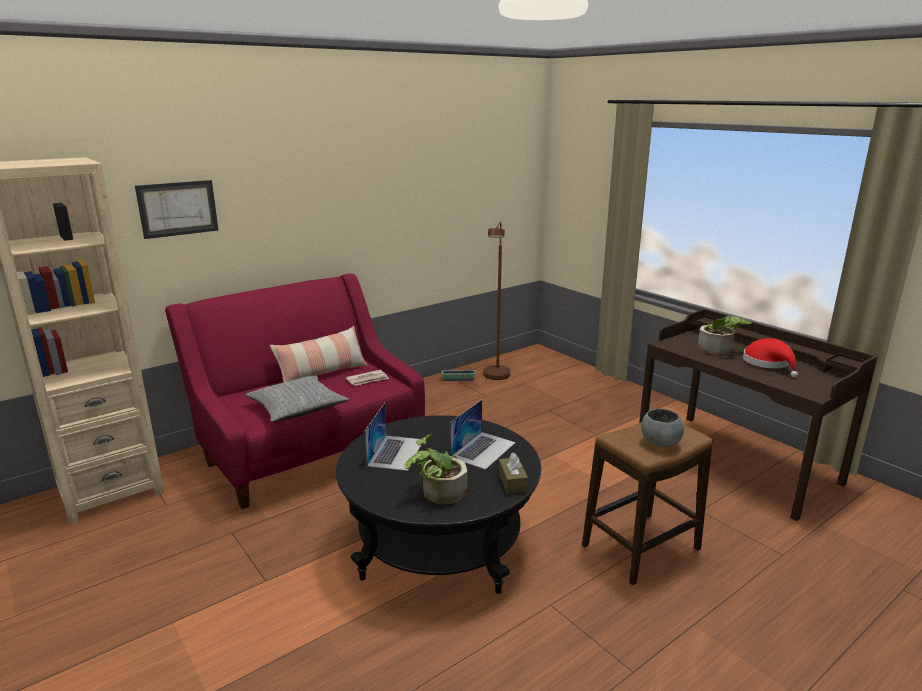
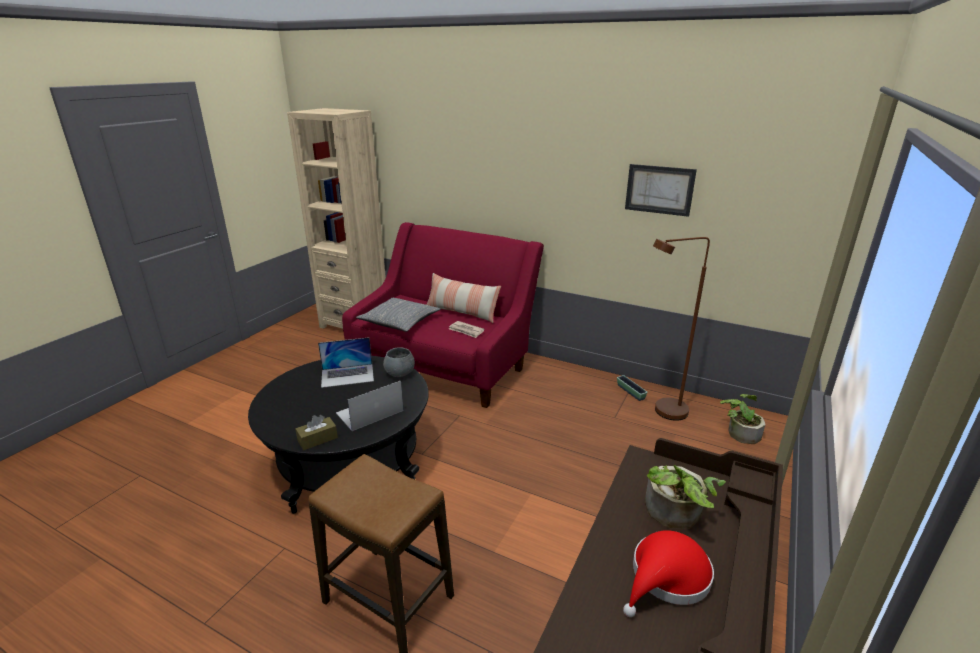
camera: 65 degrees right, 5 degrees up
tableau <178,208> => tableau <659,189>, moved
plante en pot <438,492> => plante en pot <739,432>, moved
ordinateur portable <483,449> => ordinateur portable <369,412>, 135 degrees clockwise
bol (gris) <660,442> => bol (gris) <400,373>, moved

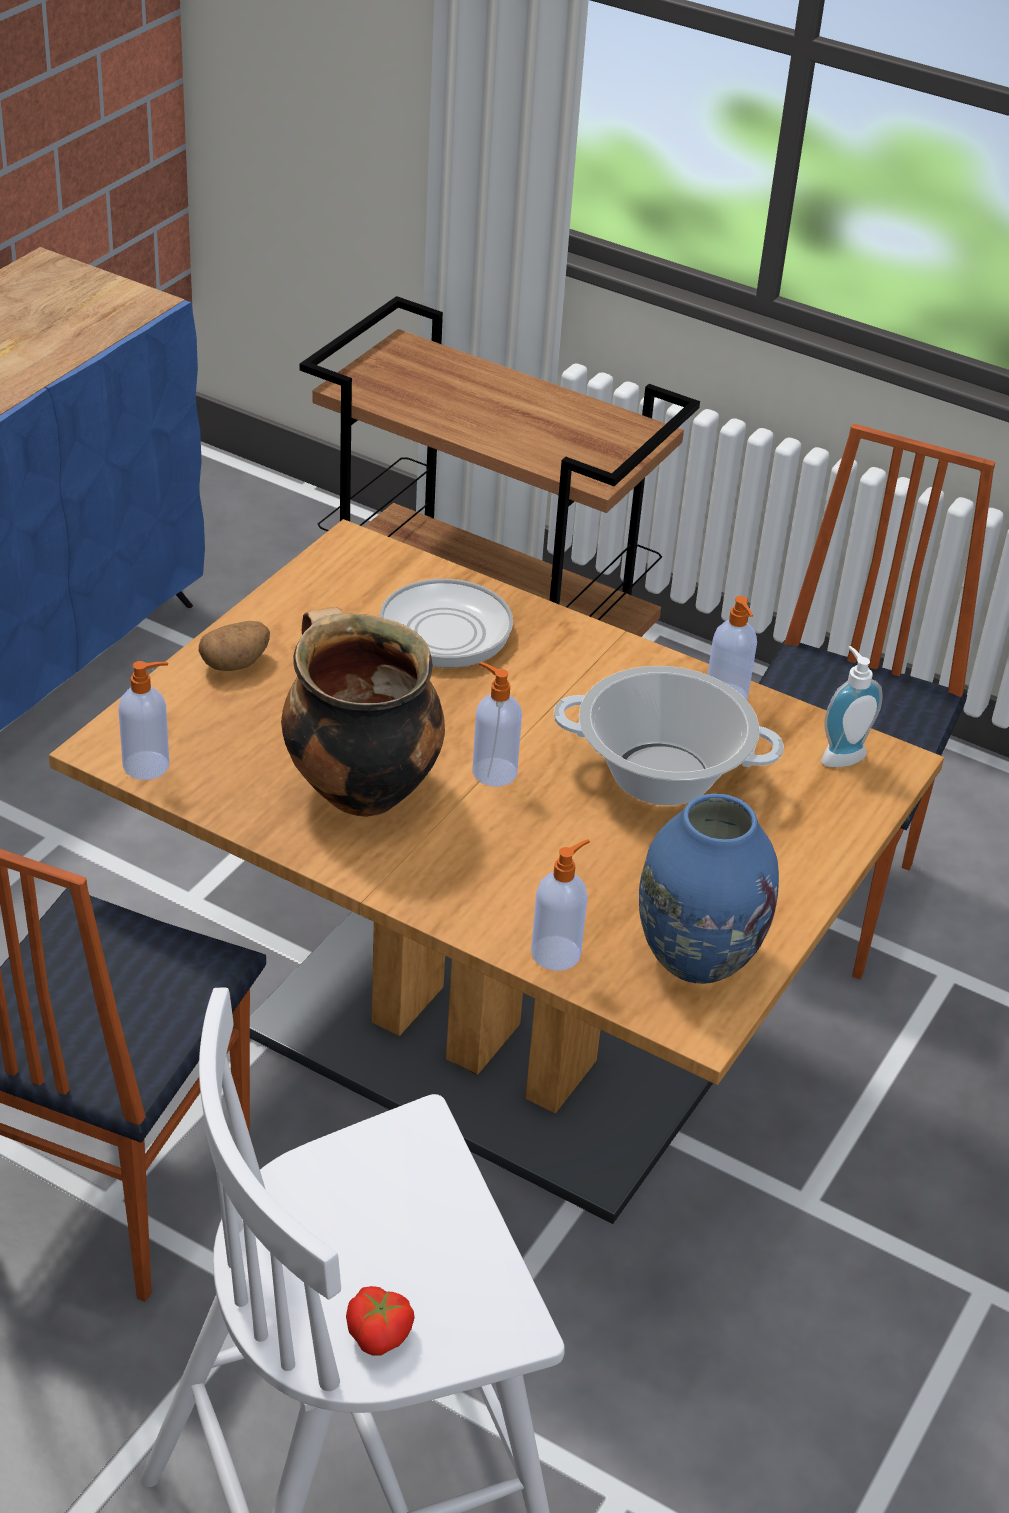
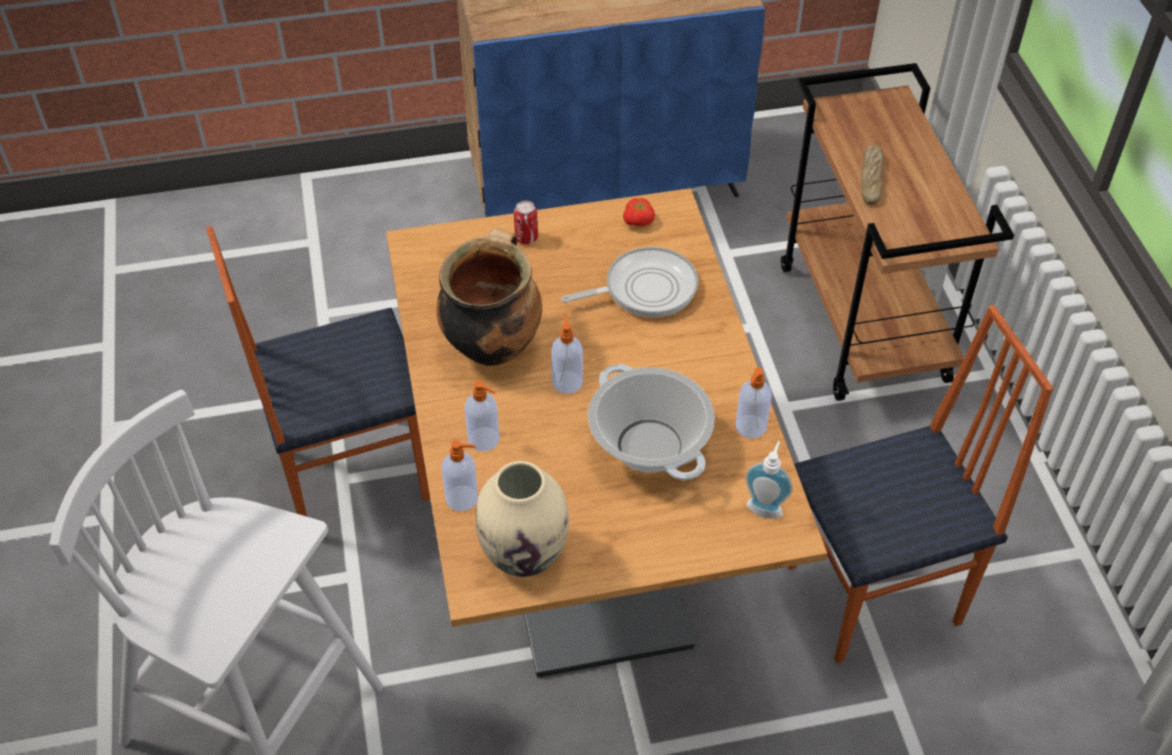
camera: 50 degrees right, 10 degrees up
distributeur de savon <148,765> => distributeur de savon <484,440>, moved
pomme de terre <235,663> => boîte métallique <526,238>
tomate <380,1333> => tomate <639,221>, moved
vase (bleu) <696,956> => vase (beige) <524,554>
nothing => pain <871,179>

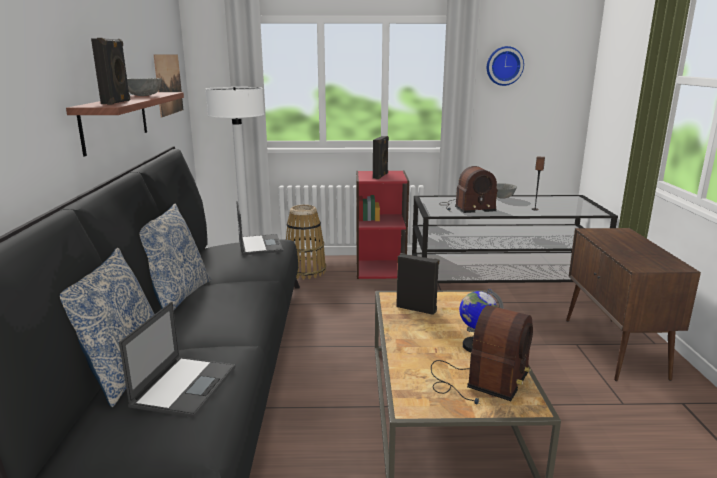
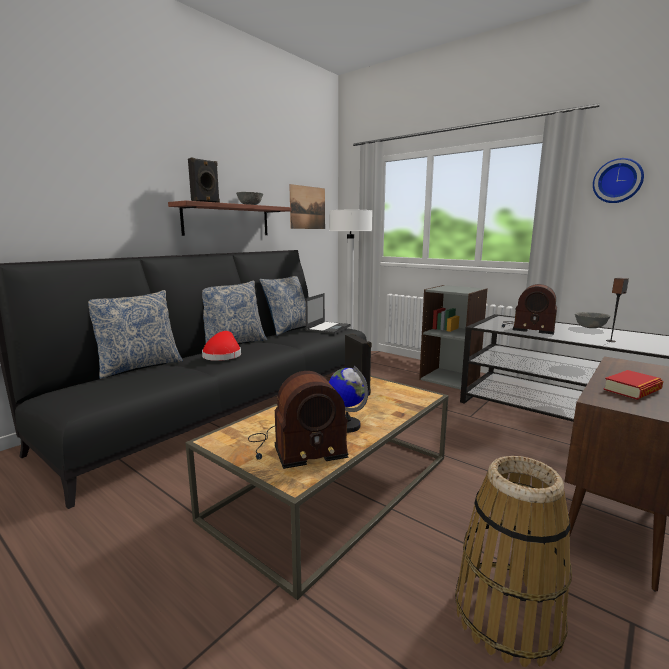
camera: 40 degrees right, 5 degrees down
ordinateur portable <185,385> => nothing
panier <305,271> => panier <507,616>, moved
bibliothèque (rouge) <380,269> => bibliothèque (gris) <450,378>
enceinte (noir) <381,176> => nothing
nothing => chapeau (rouge) <223,355>
nothing => coussin <288,329>
nothing => livre <632,390>

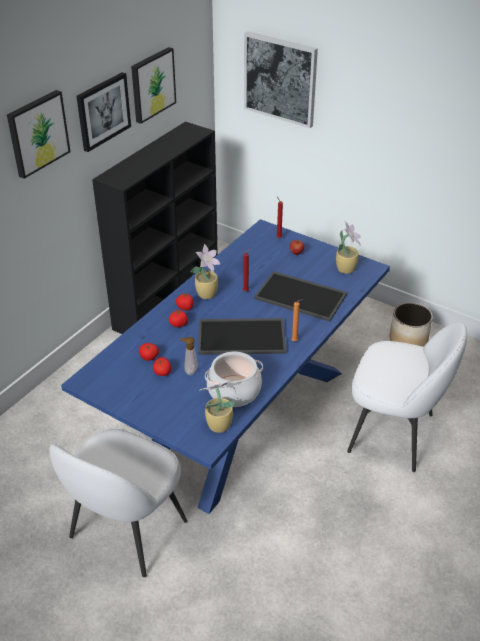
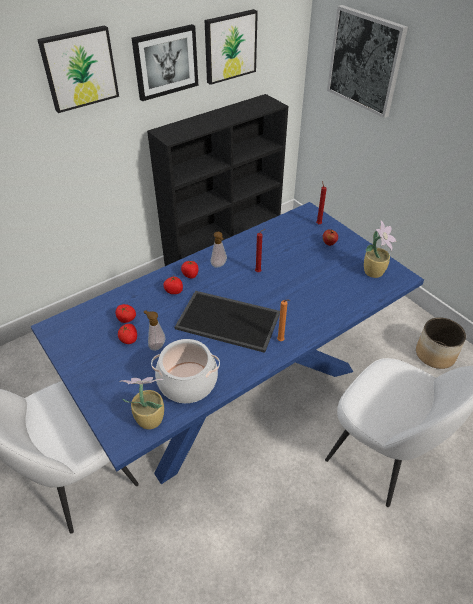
camera: 20 degrees right, 5 degrees up
plante en pot <207,294> => distributeur de savon <219,265>
plateau <302,296> => nothing

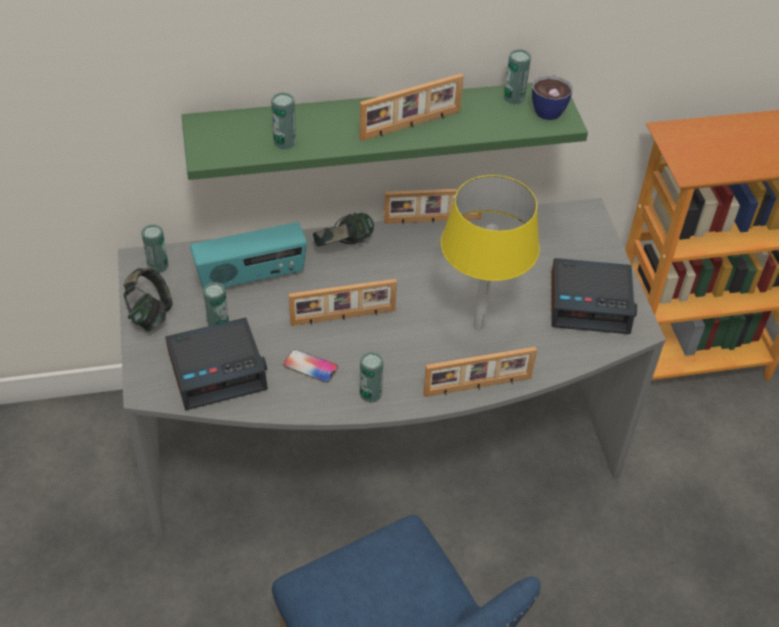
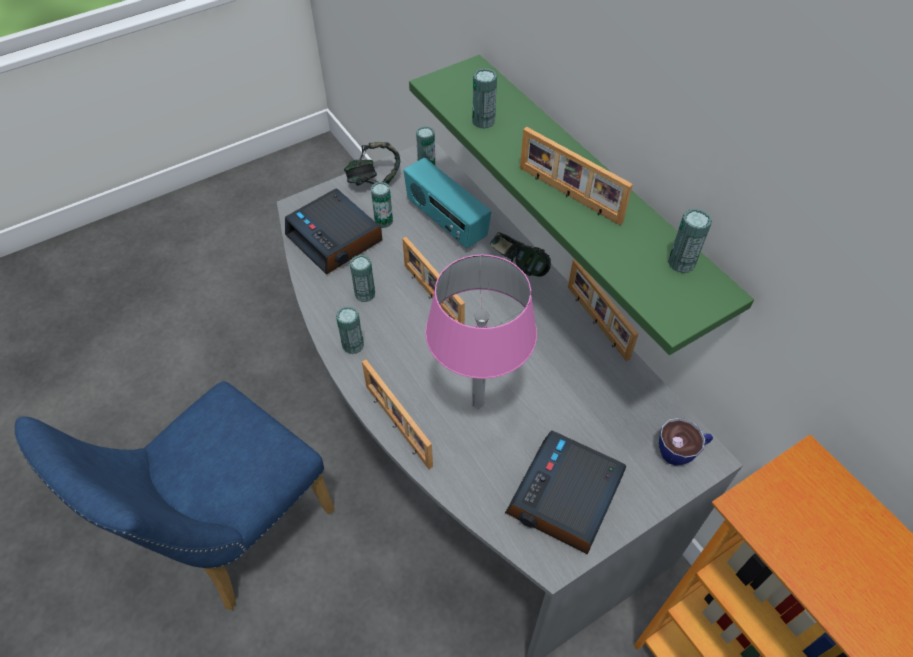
camera: 70 degrees right, 5 degrees up
téléphone <310,367> => boîte métallique <365,294>
lampe de table (jaune) <479,324> => lampe de table (rose) <478,403>
tasse <548,108> => tasse <681,451>, moved
réveil <590,303> => réveil <565,498>, 45 degrees clockwise

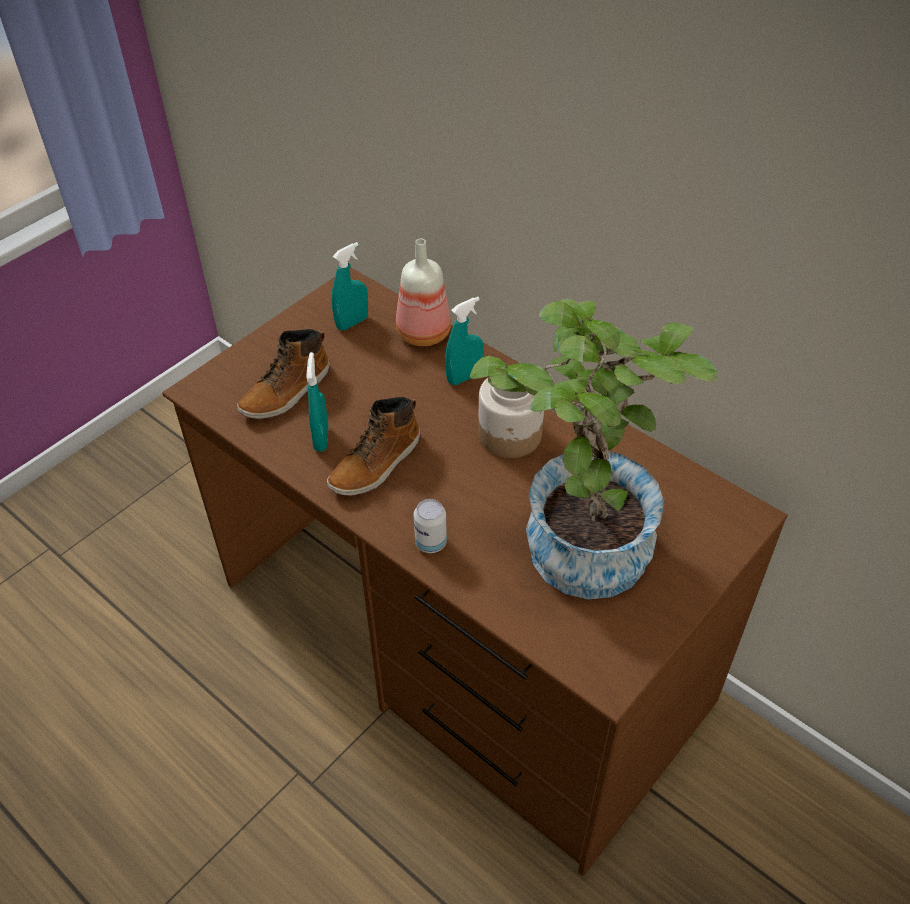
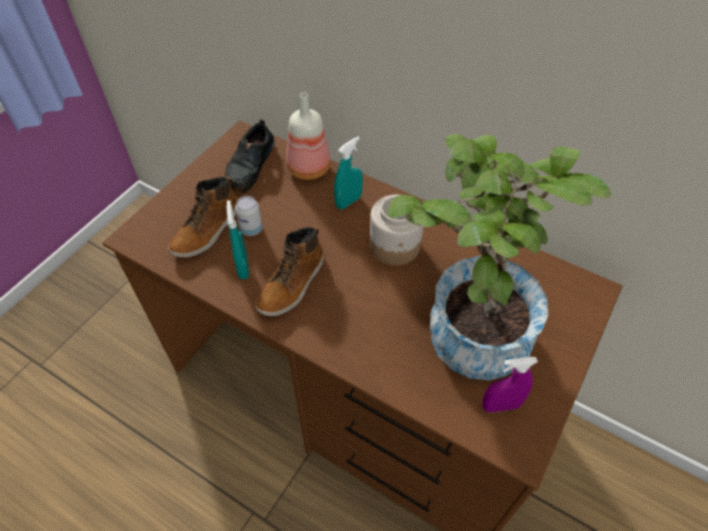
camera: 10 degrees left, 5 degrees up
vaporisateur (turquoise) <352,323> => chaussure (noir) <250,166>
boîte métallique <431,543> => boîte métallique <251,229>, moved
nothing => vaporisateur (violet) <500,406>

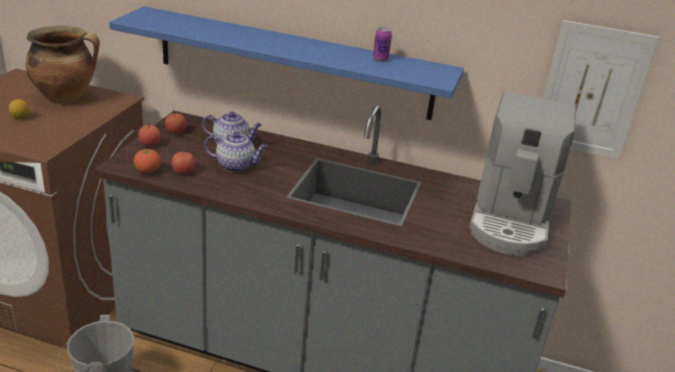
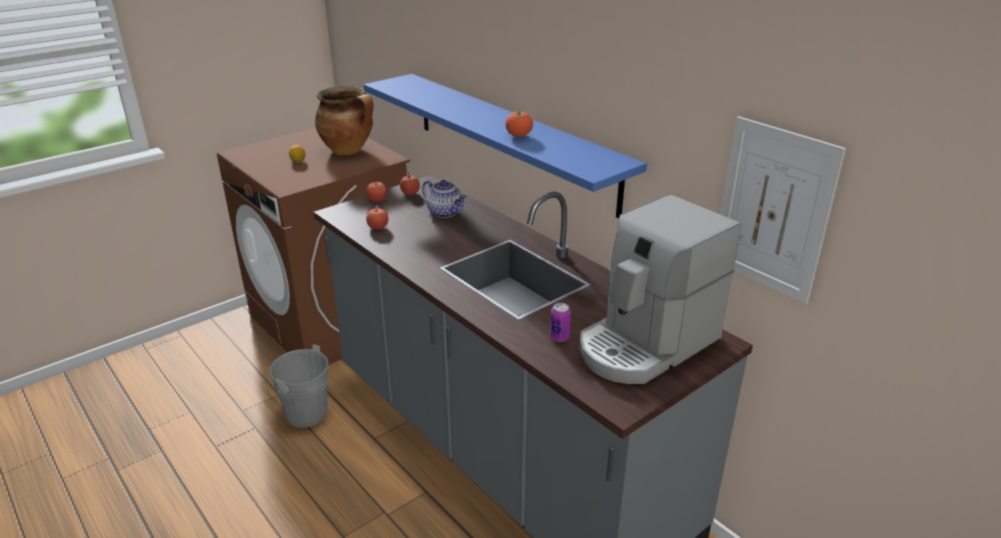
camera: 35 degrees right, 0 degrees up
tomate <147,171> => tomate <519,136>, moved
théière <236,166> => nothing
boîte métallique <380,59> => boîte métallique <559,337>, moved

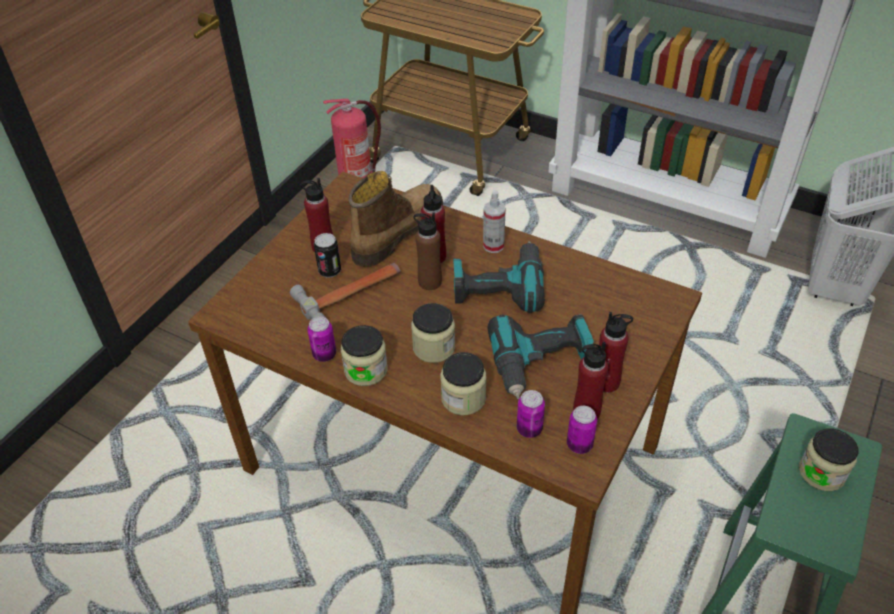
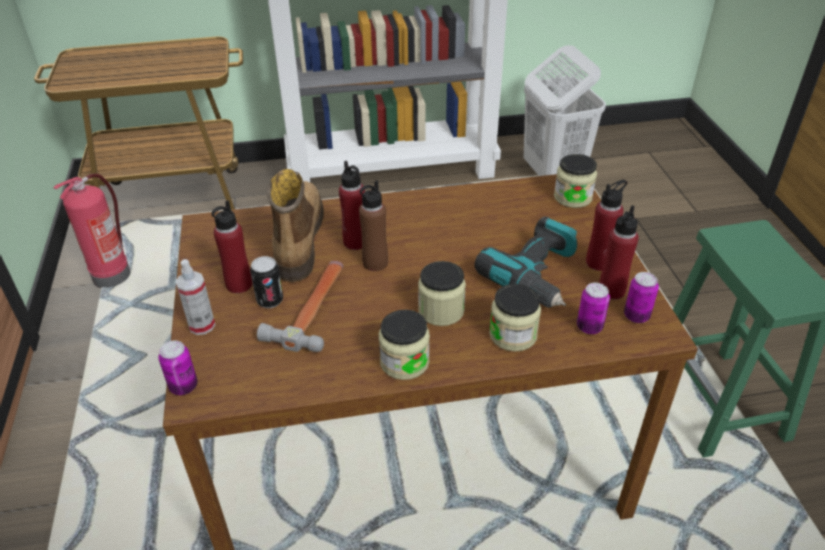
camera: 40 degrees left, 5 degrees down
boîte métallique <324,354> => boîte métallique <183,386>, moved
perceuse <498,285> => nothing
vaporisateur <493,246> => vaporisateur <202,325>, moved
bocal <821,472> => bocal <573,197>, moved

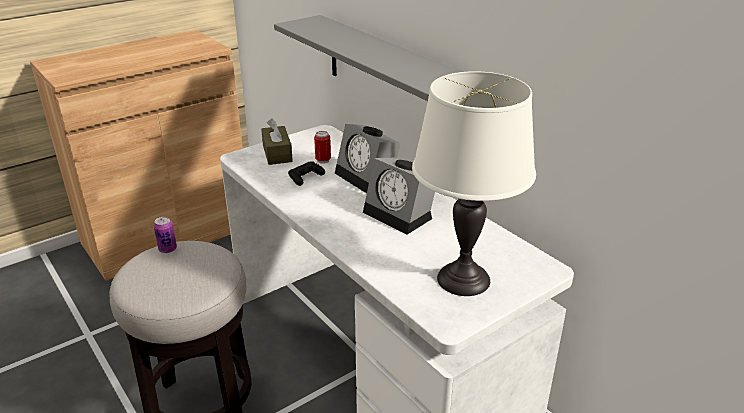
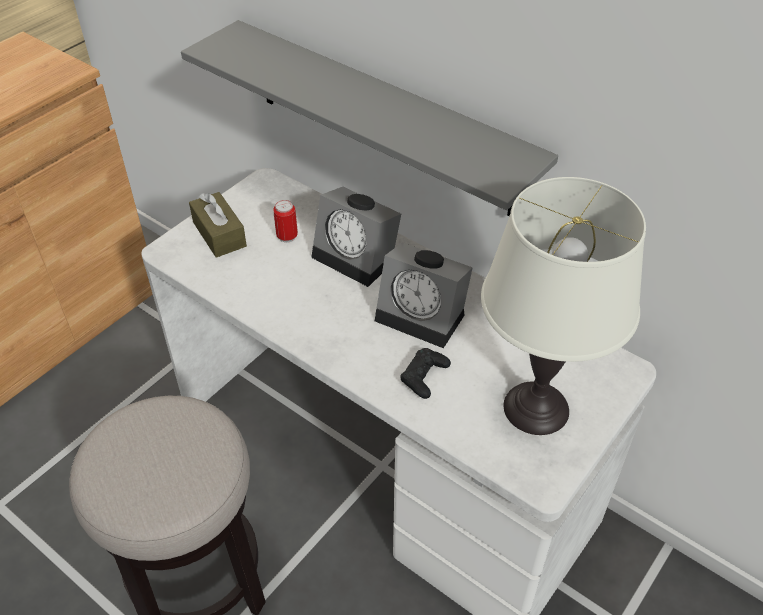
camera: 15 degrees left, 15 degrees up
boîte métallique <167,249> => nothing
manette (noir) <305,177> => manette (noir) <424,376>, moved

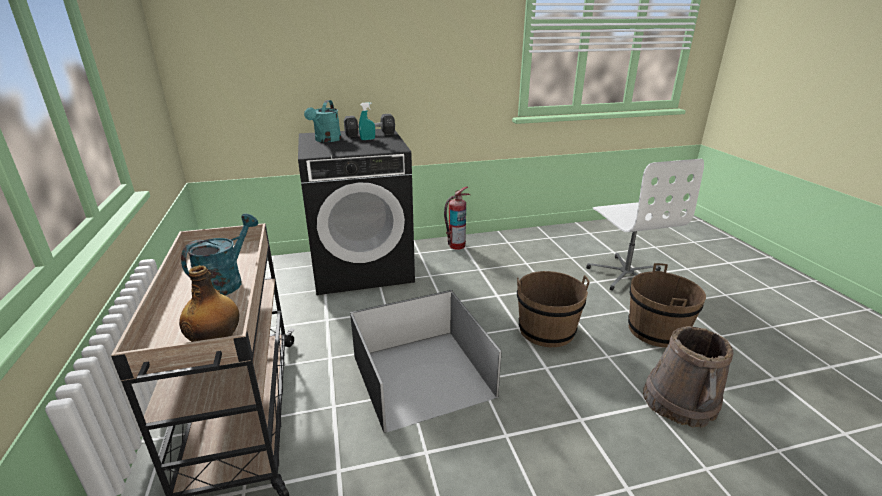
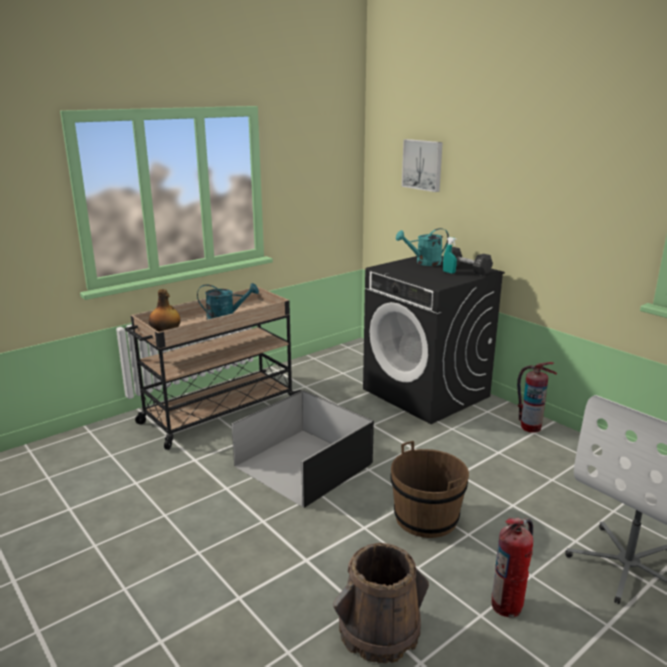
camera: 65 degrees right, 5 degrees down
seau (marron) <657,331> => extincteur <507,606>
nothing => tableau <423,165>

